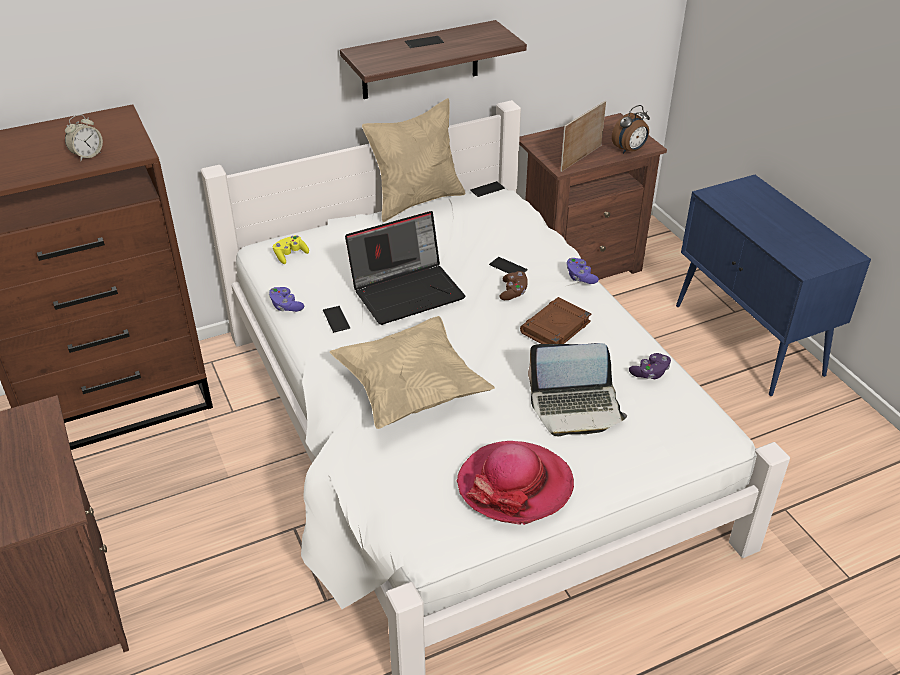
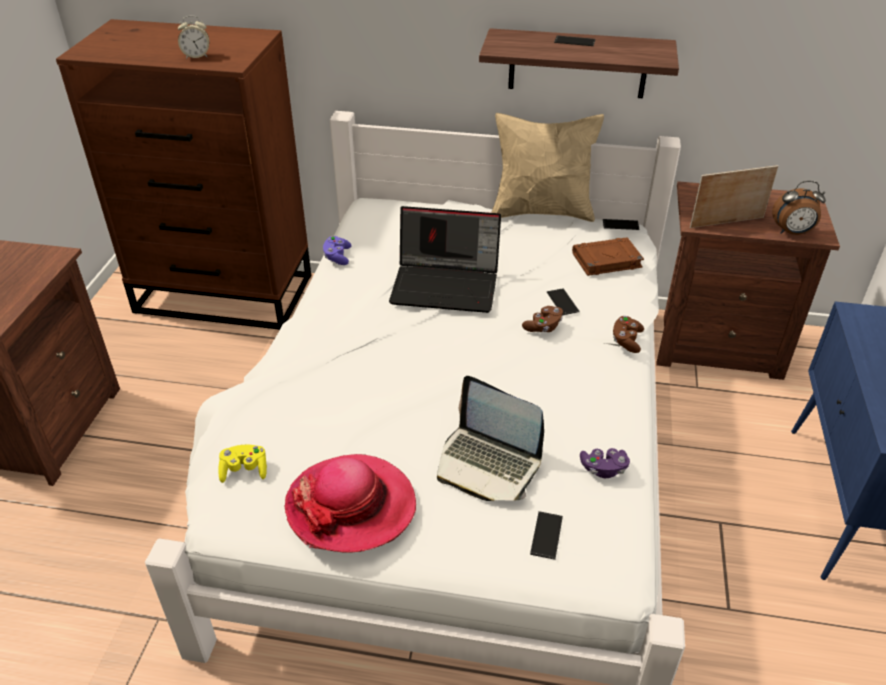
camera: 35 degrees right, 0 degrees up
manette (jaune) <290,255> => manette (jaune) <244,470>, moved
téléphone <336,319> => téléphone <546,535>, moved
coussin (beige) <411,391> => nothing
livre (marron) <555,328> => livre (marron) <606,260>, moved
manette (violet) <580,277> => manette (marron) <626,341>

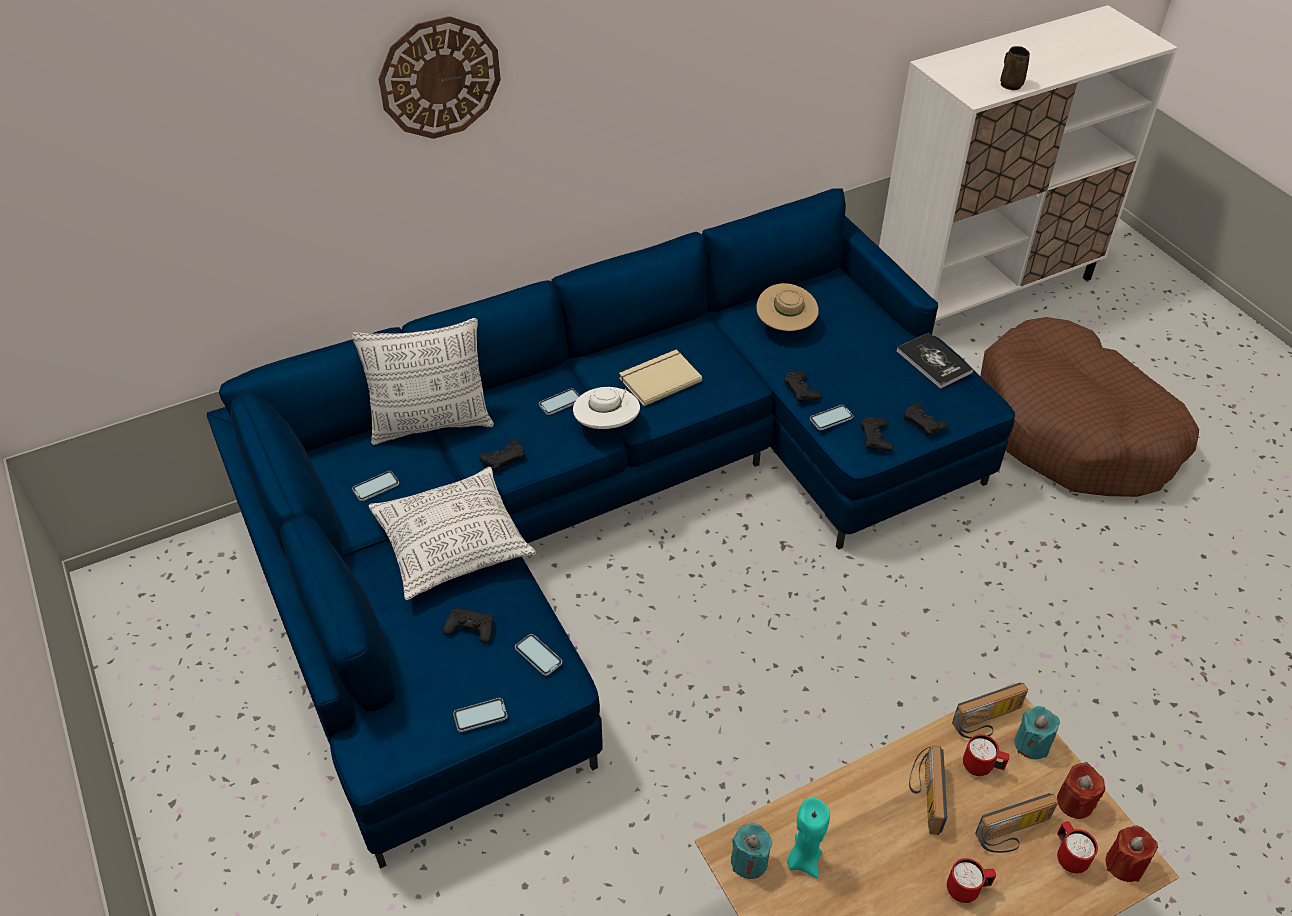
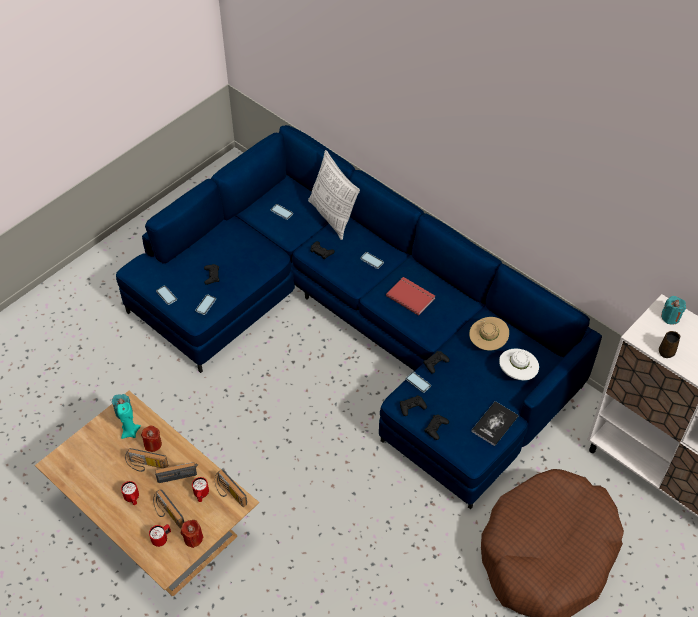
camera: 70 degrees right, 5 degrees up
coussin <453,545> => nothing
horloge murale <440,78> => nothing
chapeau (blanc) <607,425> => chapeau (blanc) <517,373>, moved
livre (beige) <658,379> => livre (rouge) <411,296>
bougie (turquoise) <1031,744> => bougie (turquoise) <670,317>, moved
bougie (rouge) <1124,864> => bougie (rouge) <153,444>, moved
nothing => radio <146,466>

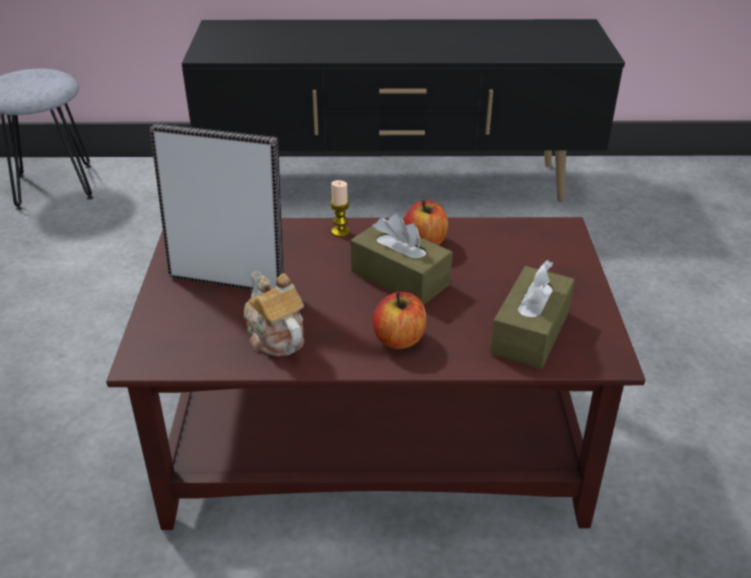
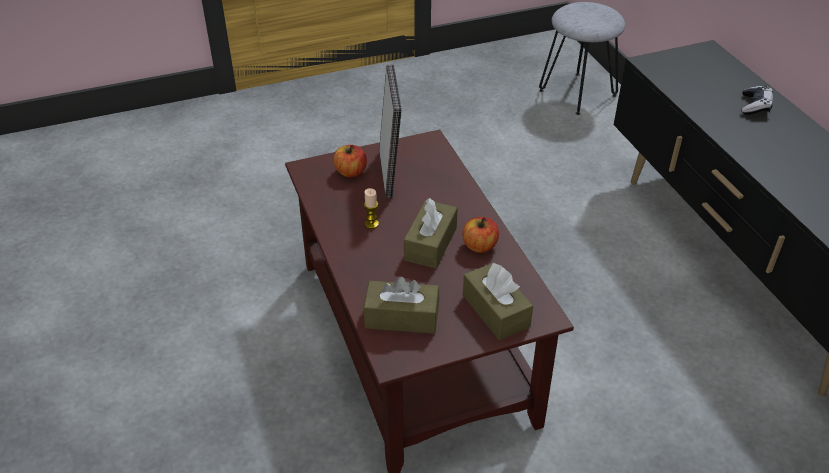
camera: 70 degrees right, 5 degrees up
théière <274,336> => nothing
bougie <340,231> => bougie <371,224>, moved
pomme <399,339> => pomme <350,172>, moved
nothing => boîte à mouchoirs (marron) <495,311>
nothing => manette <755,106>

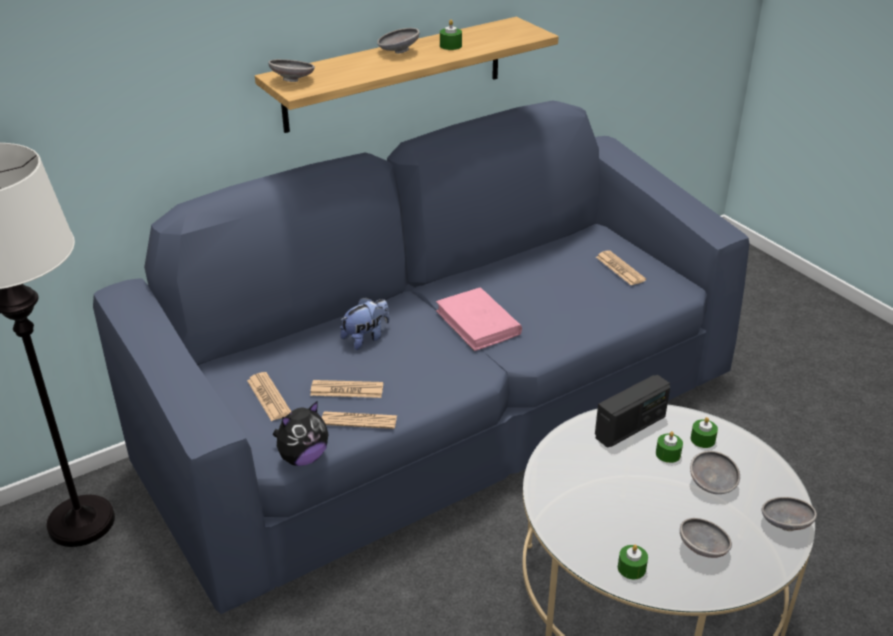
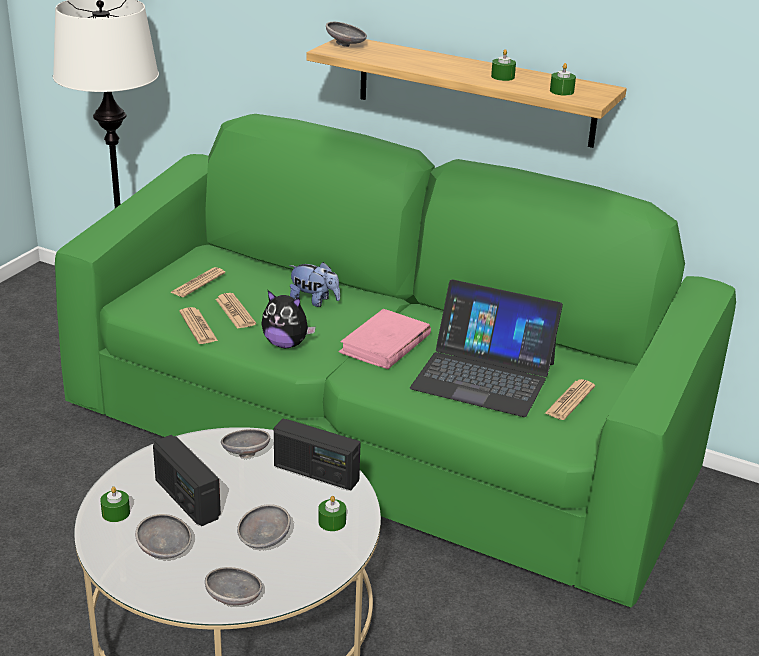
camera: 60 degrees right, 5 degrees down
canapé (bleu) <445,419> => canapé (vert) <376,440>
peluche <303,457> => peluche <286,344>, moved
bol (gris) <398,52> => bol (gris) <246,453>, moved
bougie (vert) <668,454> => bougie (vert) <561,91>, moved
nothing => radio <186,499>
nothing => ordinateur portable <484,375>

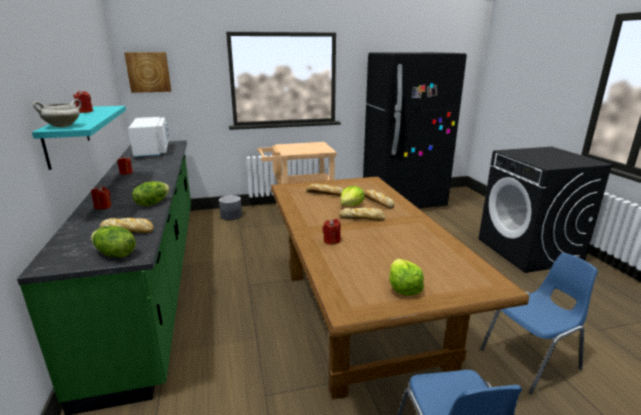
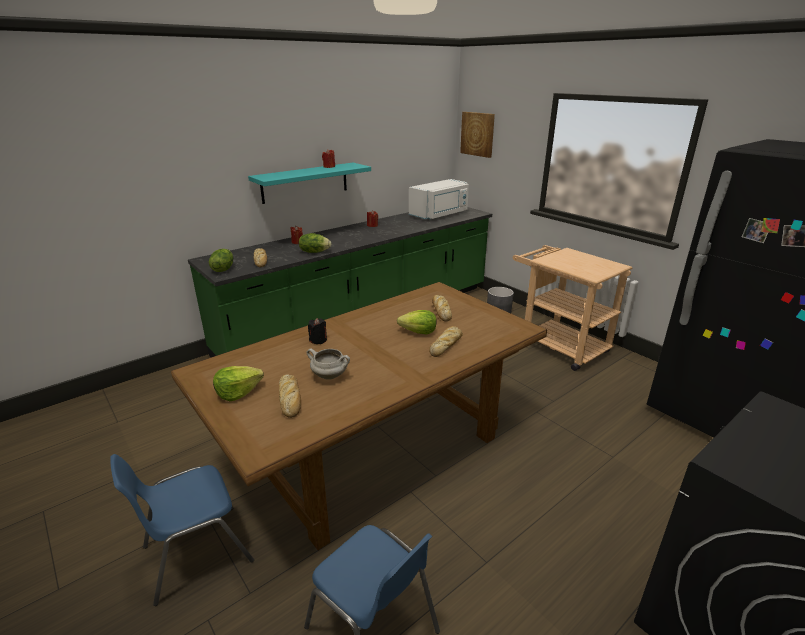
camera: 65 degrees right, 5 degrees up
marmite (blanc) <63,126> => marmite (blanc) <330,376>, moved
bougie (rouge) <331,241> => bougie (noir) <318,340>
pain <363,218> => pain <290,399>, moved

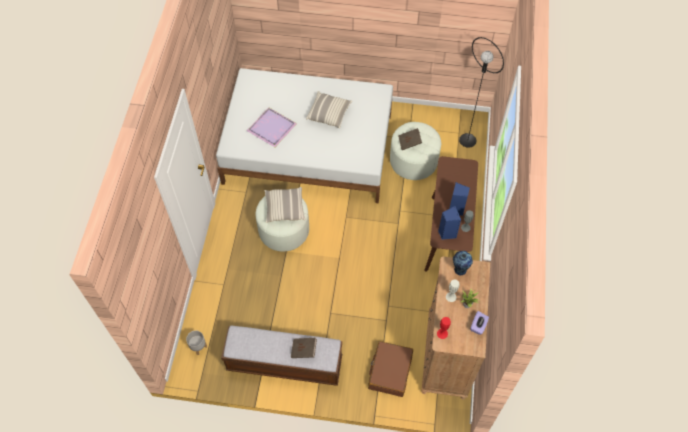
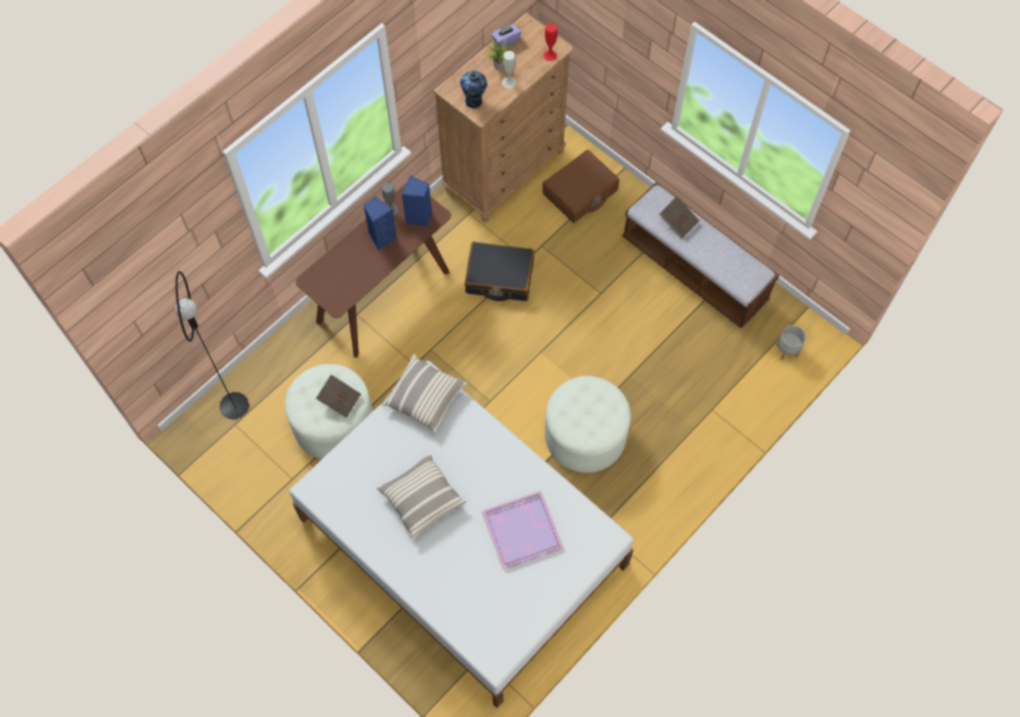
camera: 145 degrees left, 5 degrees up
coussin <284,208> => coussin <425,397>, moved
nothing => valise (noir) <499,277>

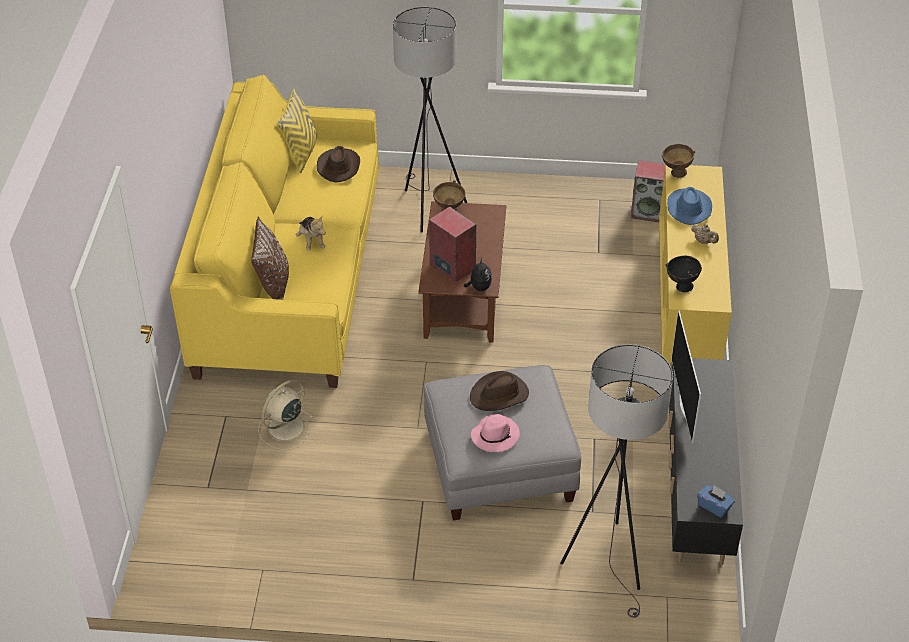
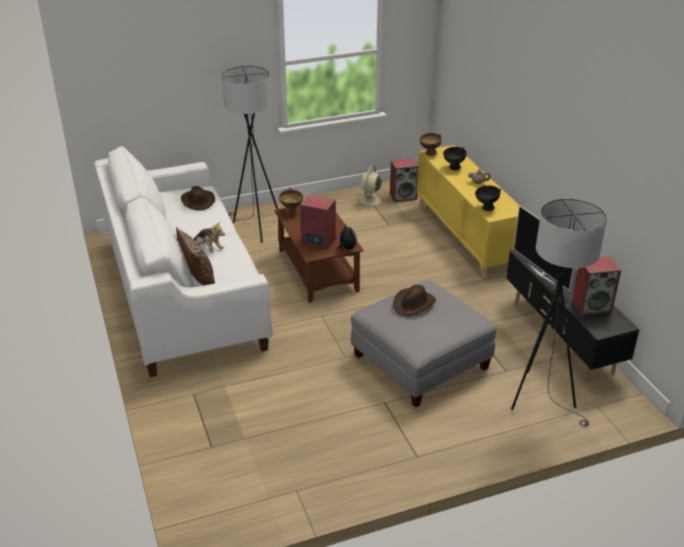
camera: 25 degrees left, 10 degrees down
canapé (jaune) <289,277> => canapé (blanc) <183,292>
ventilateur (beige) <284,429> => ventilateur (beige) <369,201>, moved
coussin (jaune) <301,154> => nothing
chapeau (rose) <495,435> => nothing
chapeau (bleu) <688,208> => bol (noir) <453,168>
boîte à mouchoirs (bleu) <714,506> => nothing
nothing => enceinte <592,307>

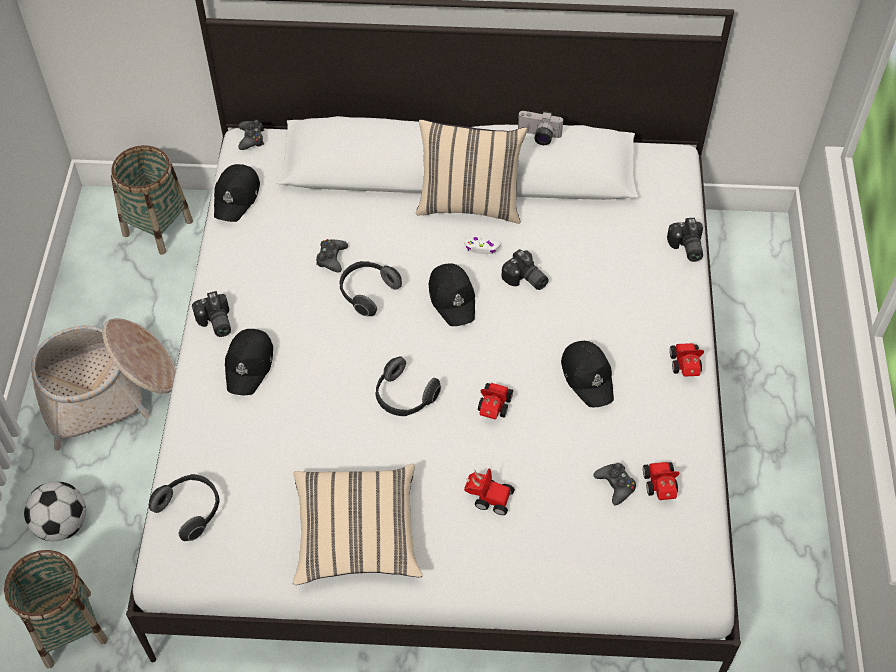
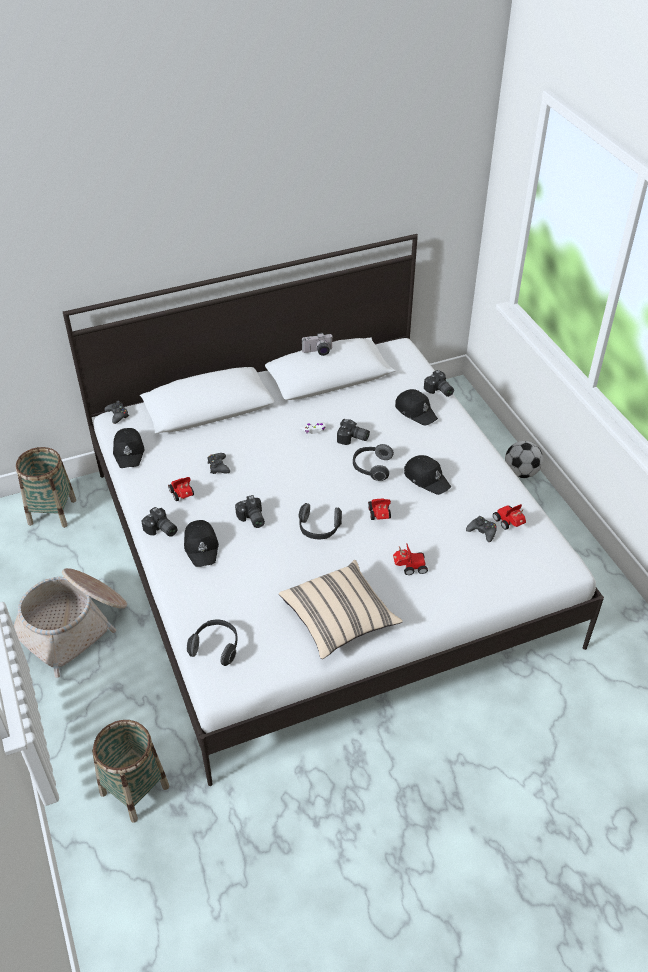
camera: 25 degrees left, 10 degrees down
ballon de foot <62,525> => ballon de foot <521,472>, moved
casque audio <367,293> => casque audio <371,468>, moved
coussin (beige) <469,204> => nothing
casquette (noir) <453,298> => casquette (noir) <416,411>, moved
petite voiture <685,367> => petite voiture <183,496>, moved
nothing => appareil photo <251,519>

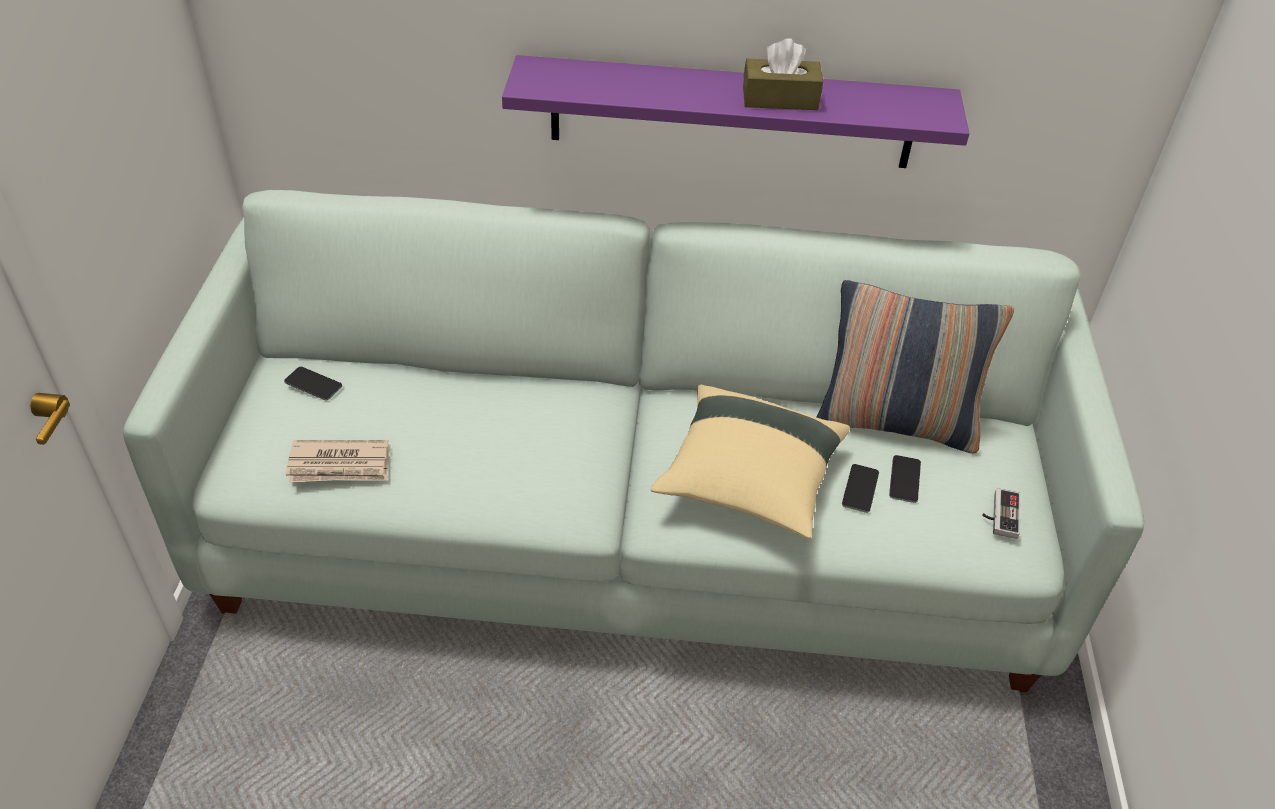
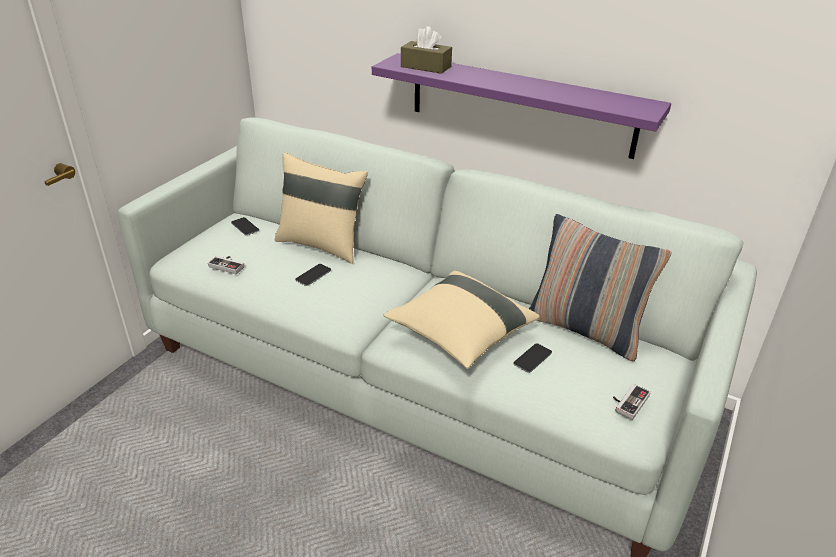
camera: 25 degrees right, 10 degrees down
journal <340,465> => manette <228,265>
boîte à mouchoirs (marron) <780,99> => boîte à mouchoirs (marron) <426,67>, moved
téléphone <904,479> => téléphone <313,275>, moved
nothing => coussin (beige) <322,244>

